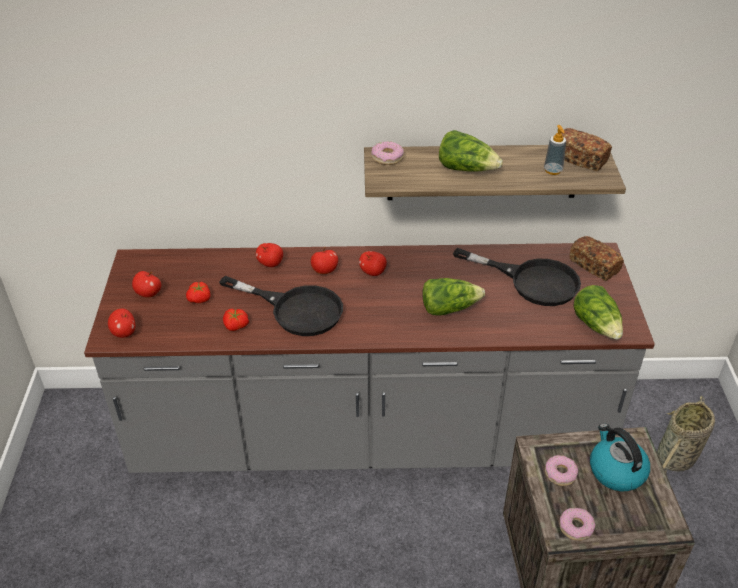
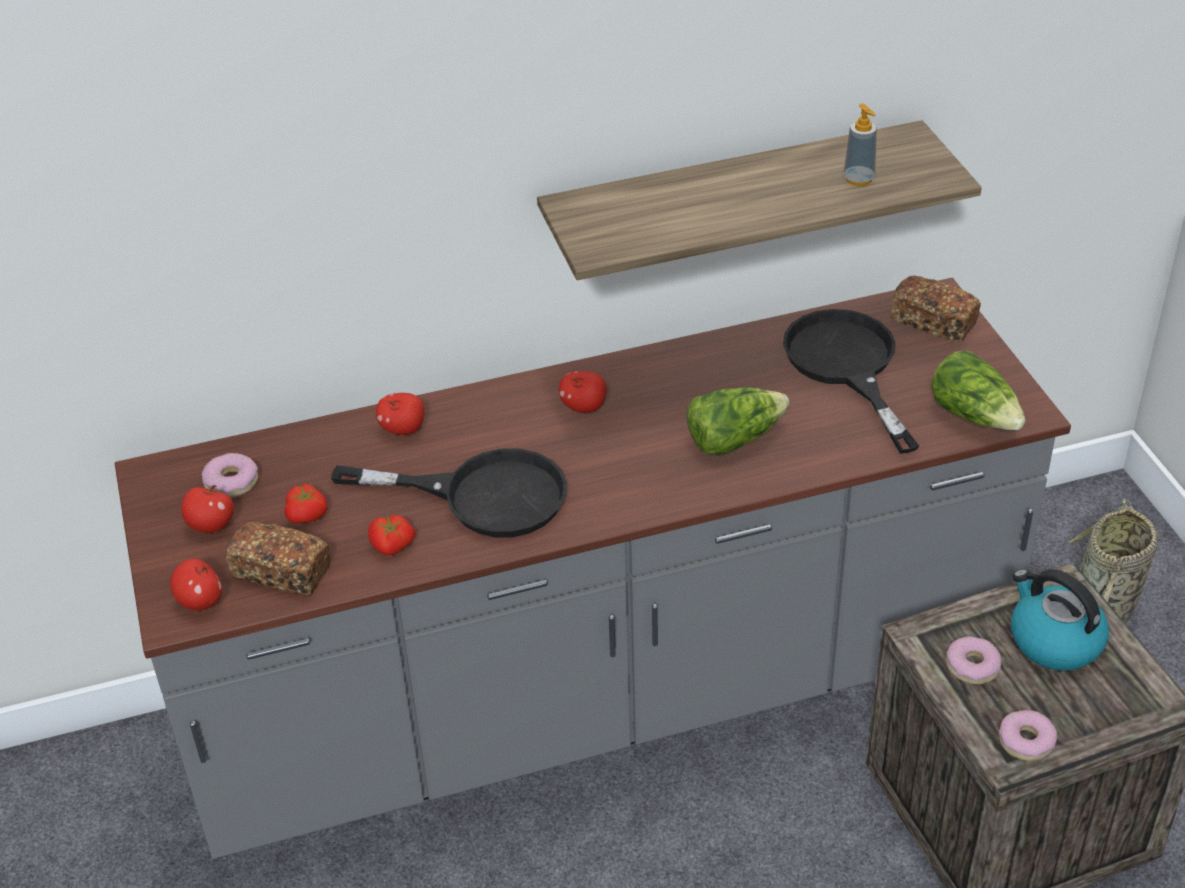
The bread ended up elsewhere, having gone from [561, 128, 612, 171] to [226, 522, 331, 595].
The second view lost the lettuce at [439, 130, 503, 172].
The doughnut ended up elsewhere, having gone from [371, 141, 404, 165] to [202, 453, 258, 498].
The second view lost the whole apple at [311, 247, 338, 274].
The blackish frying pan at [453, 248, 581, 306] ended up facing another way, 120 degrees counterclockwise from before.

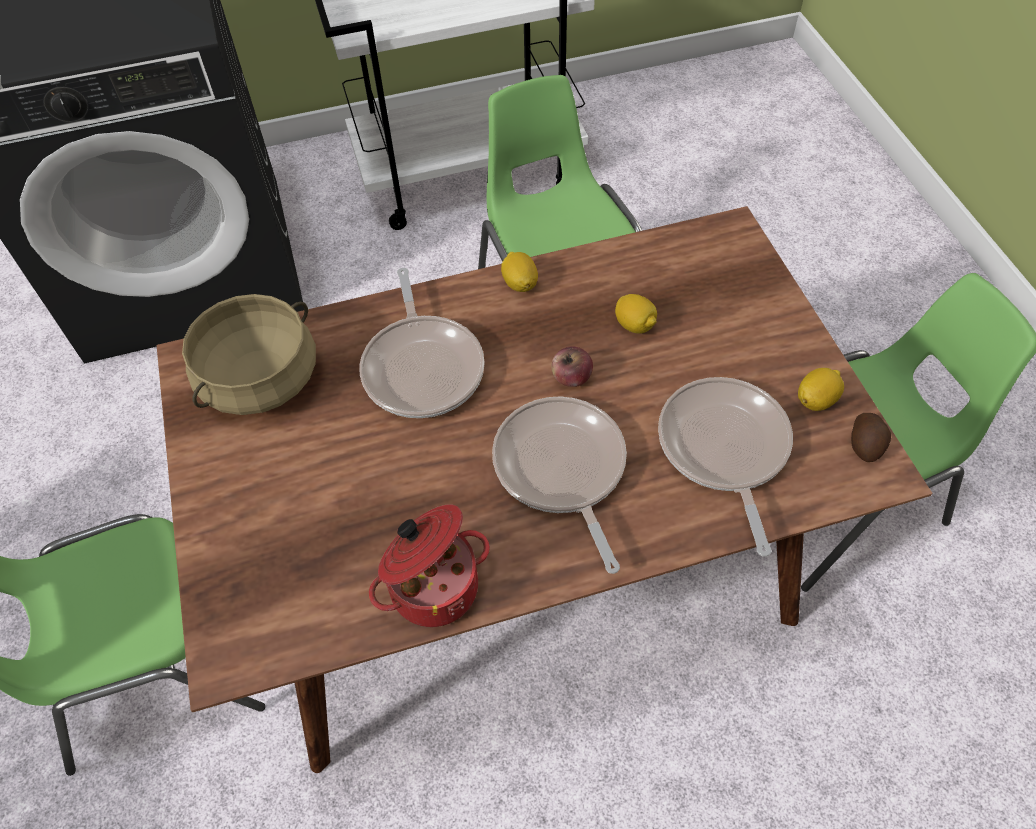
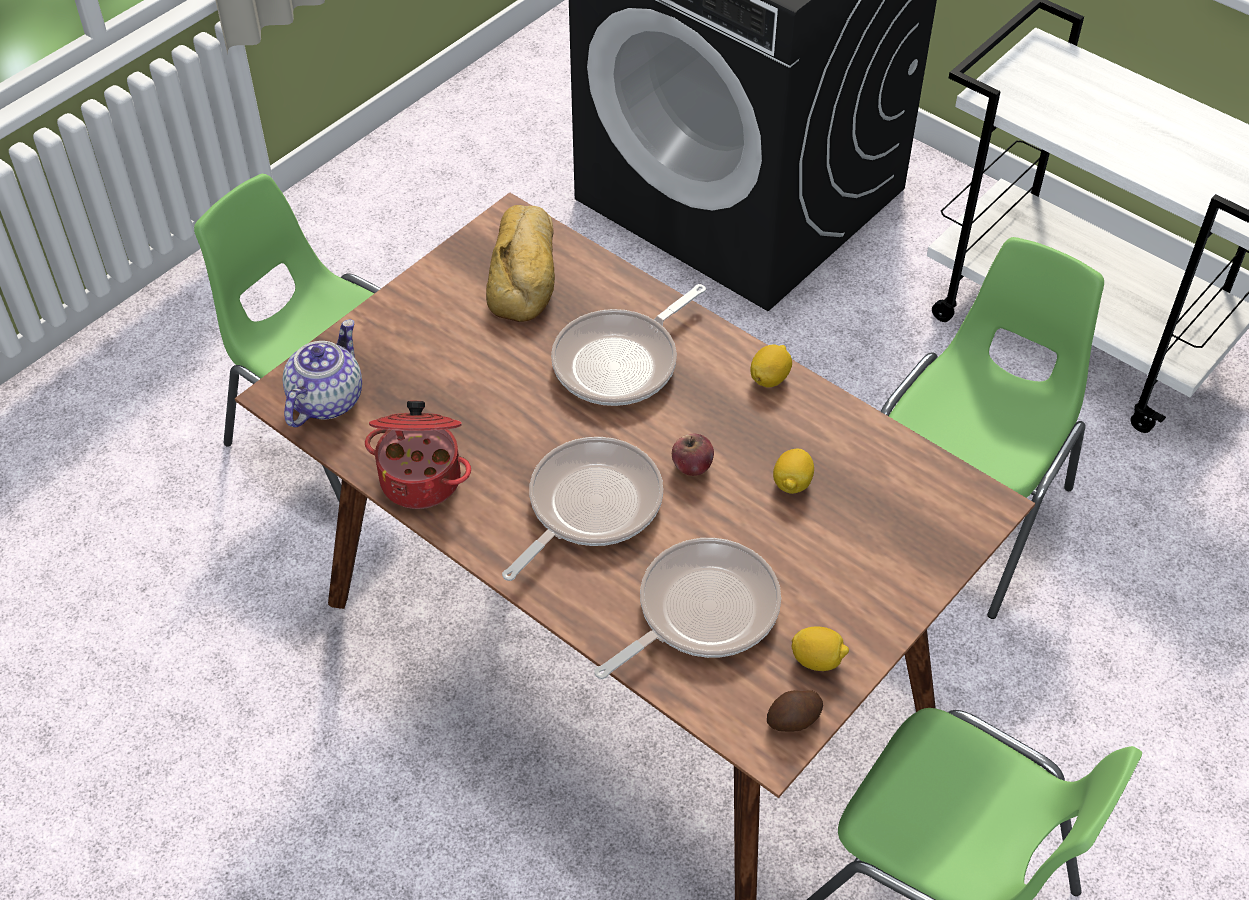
Where the sand-coloured saucepot stood at [182, 294, 316, 415], the bread came to stand at [486, 205, 555, 322].
The second view gained the tea pot at [283, 319, 362, 427].

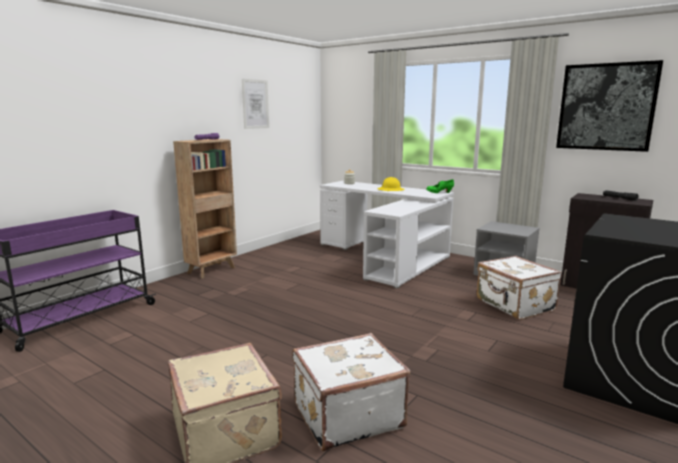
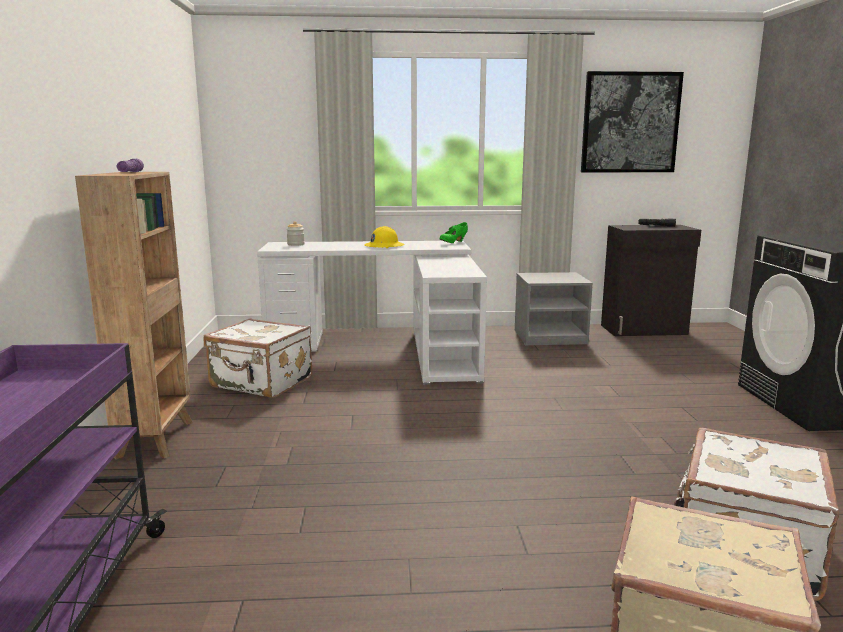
The second view lost the wall picture at [242, 79, 269, 129].
The white piece of luggage ended up elsewhere, having gone from [477, 256, 562, 320] to [204, 318, 312, 398].

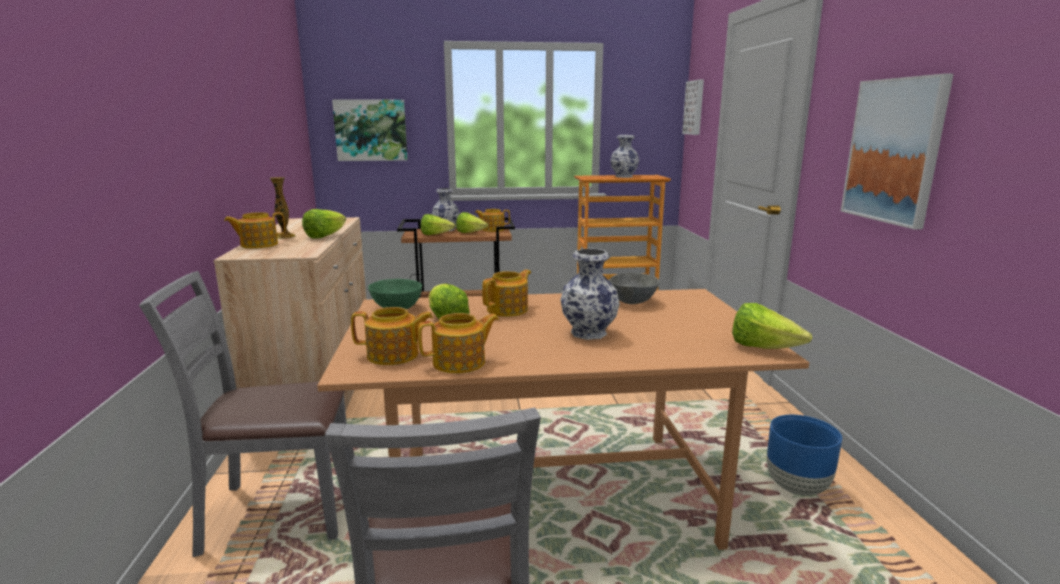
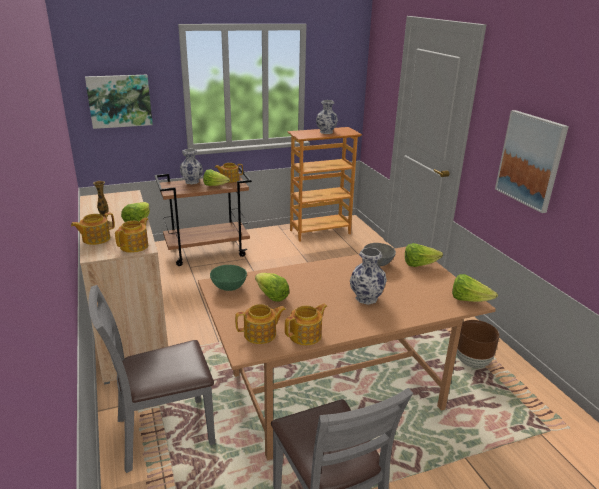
The second view lost the wall picture at [682, 80, 704, 135].
The lettuce ended up elsewhere, having gone from [421, 214, 456, 235] to [405, 243, 443, 267].
The tea pot ended up elsewhere, having gone from [482, 270, 531, 317] to [115, 218, 149, 253].
What was the blue flower pot at [767, 415, 842, 496] turned into the brown-coloured flower pot at [456, 320, 500, 368].

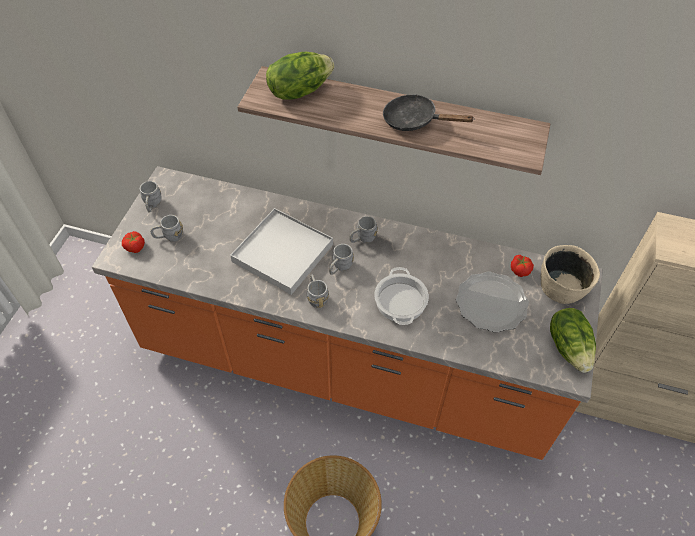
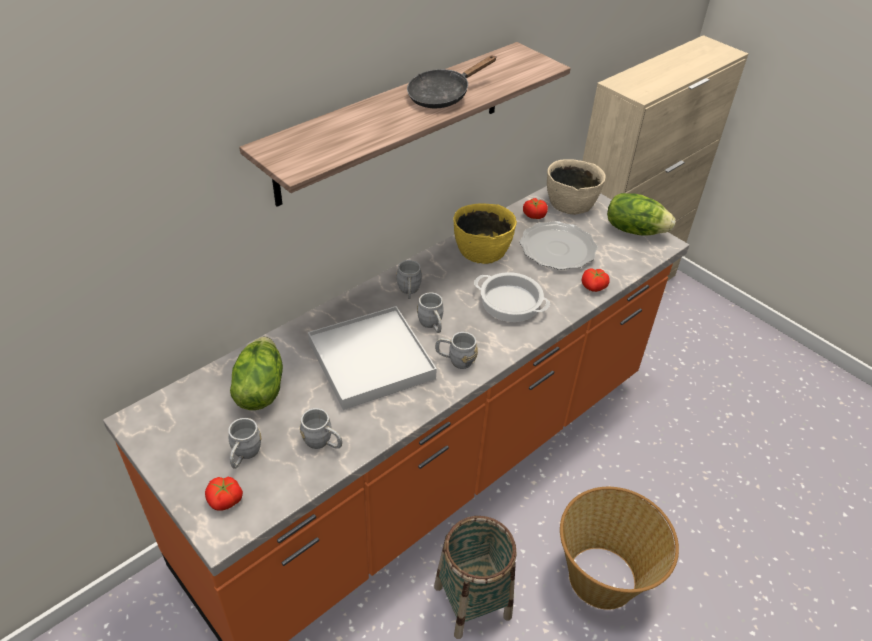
The lettuce ended up elsewhere, having gone from [266, 52, 334, 100] to [230, 337, 283, 410].
The greyish coffee mug ended up elsewhere, having gone from [140, 181, 161, 213] to [300, 408, 342, 449].
The second view gained the yellow deep dish at [453, 204, 517, 264].
The second view gained the tomato at [582, 268, 610, 292].
The second view gained the basket at [434, 516, 517, 639].

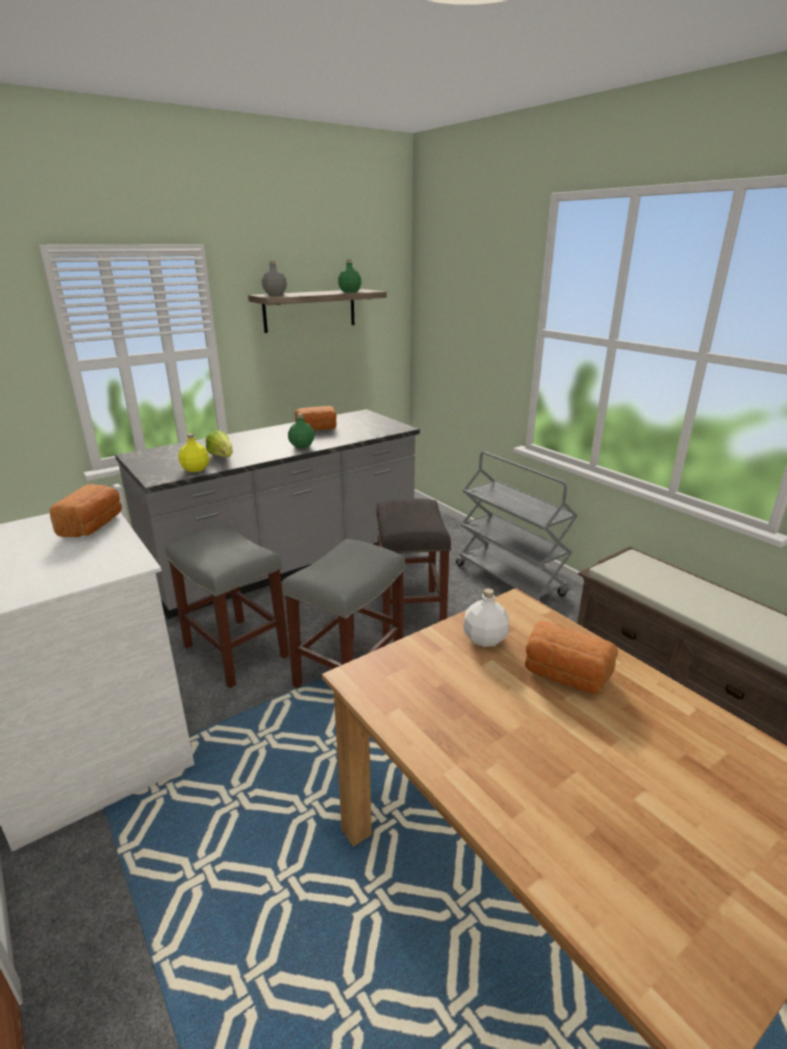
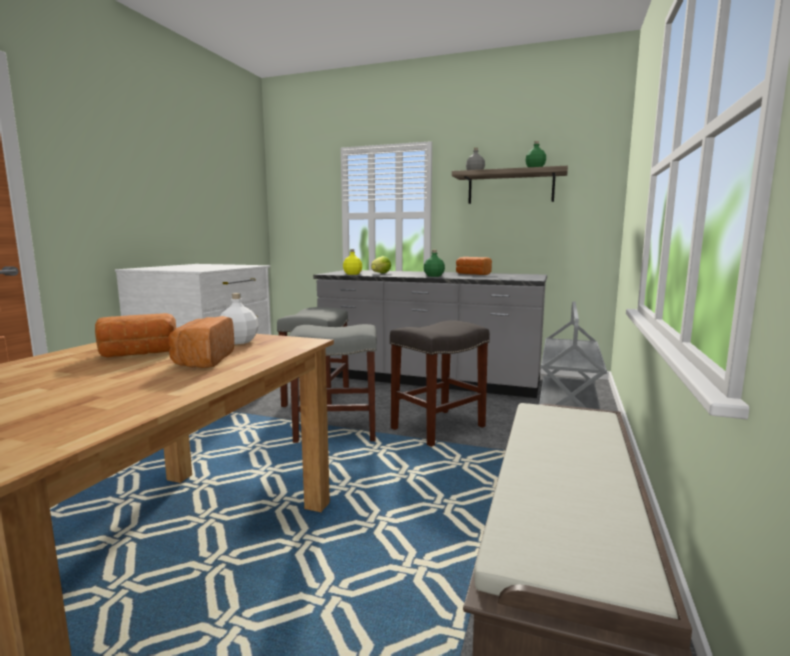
The bread ended up elsewhere, having gone from [50, 484, 122, 537] to [95, 313, 176, 358].

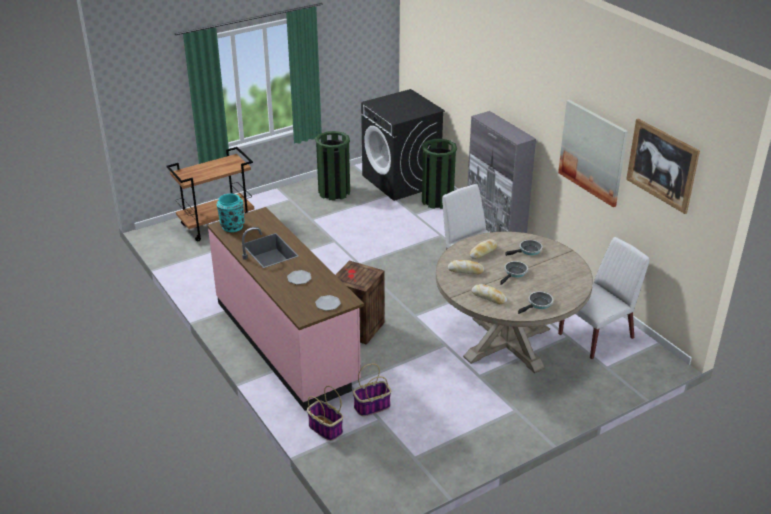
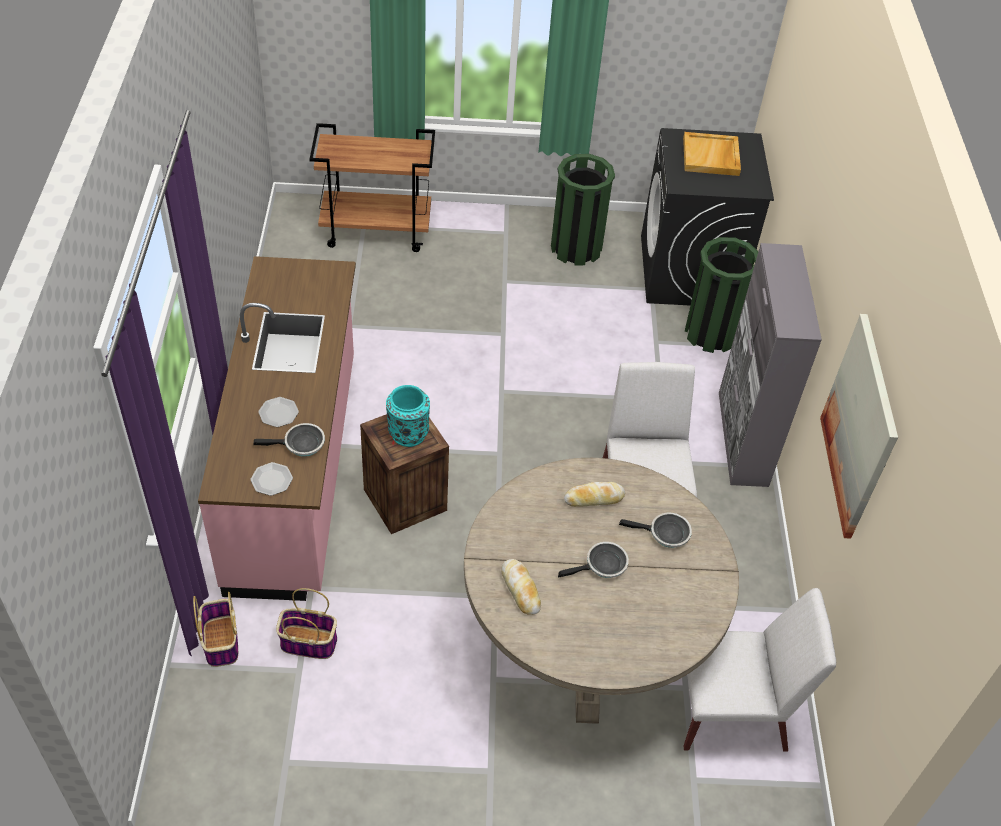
The second view lost the wall picture at [626, 119, 700, 214].
The turquoise-coloured flower vase ended up elsewhere, having gone from [216, 194, 245, 232] to [386, 385, 430, 447].
The second view lost the bread at [448, 260, 484, 274].
The frying pan ended up elsewhere, having gone from [518, 291, 553, 314] to [253, 423, 325, 457].
The second view gained the sand-coloured serving tray at [683, 132, 741, 176].

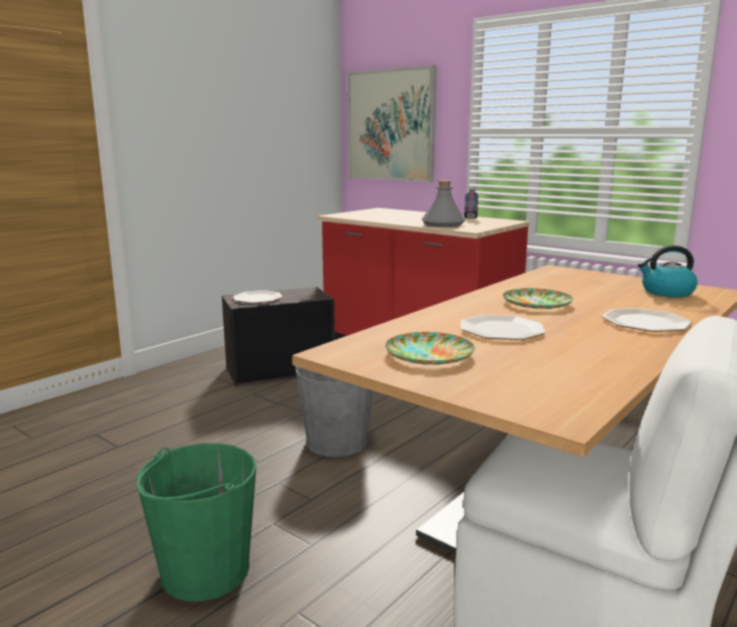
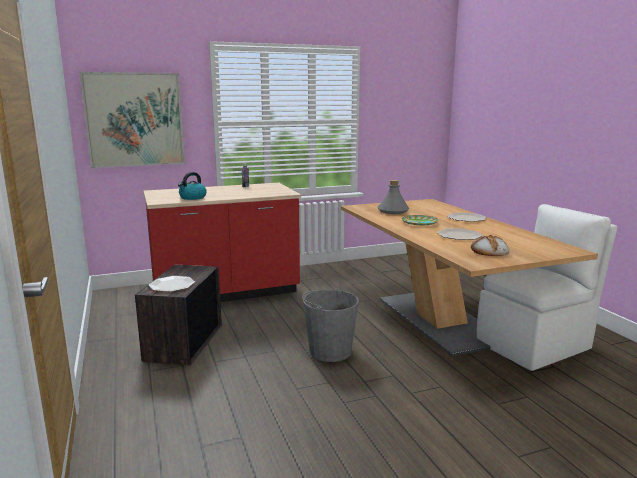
The greyish drink bottle ended up elsewhere, having gone from [422, 181, 466, 227] to [377, 180, 409, 214].
The kettle ended up elsewhere, having gone from [638, 245, 698, 297] to [178, 172, 207, 200].
Where the dinner plate stood at [385, 332, 475, 365], the bread came to stand at [471, 235, 509, 256].
The second view lost the green water bucket at [136, 443, 256, 601].

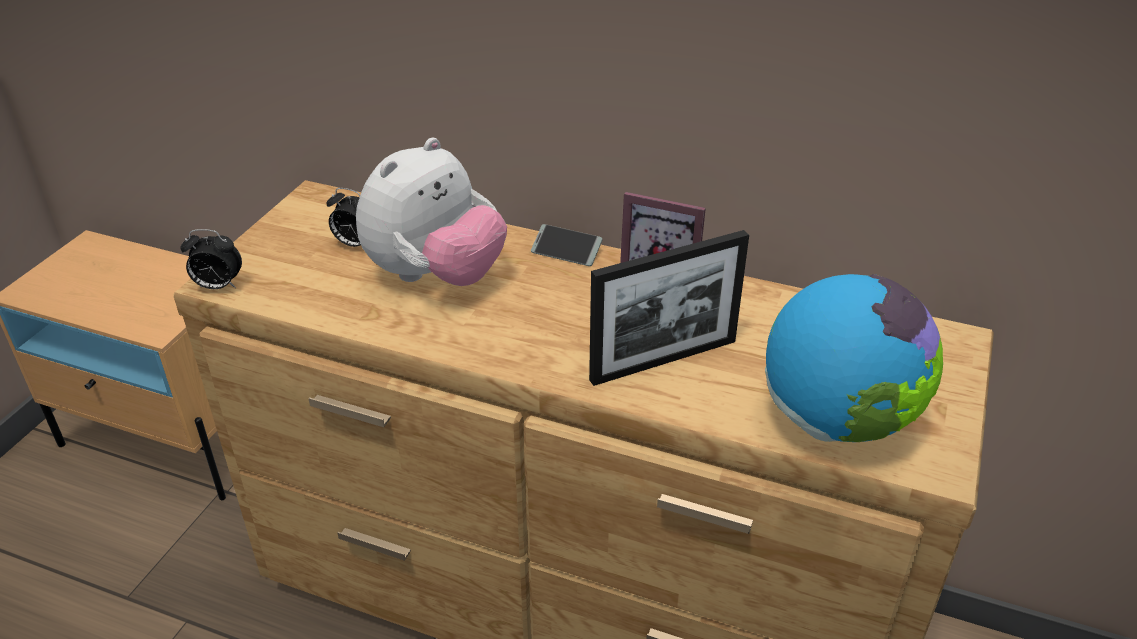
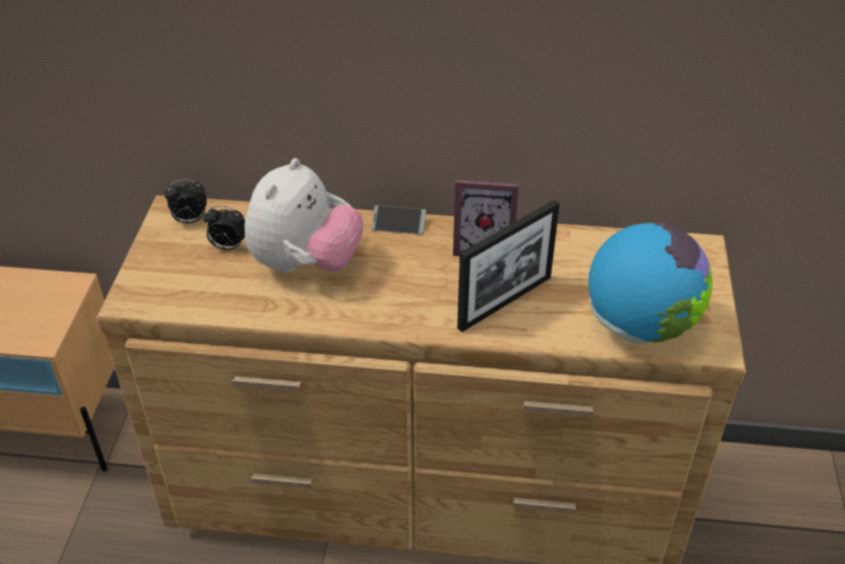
The bedside clock ended up elsewhere, having gone from [180, 229, 242, 289] to [164, 179, 207, 224].

